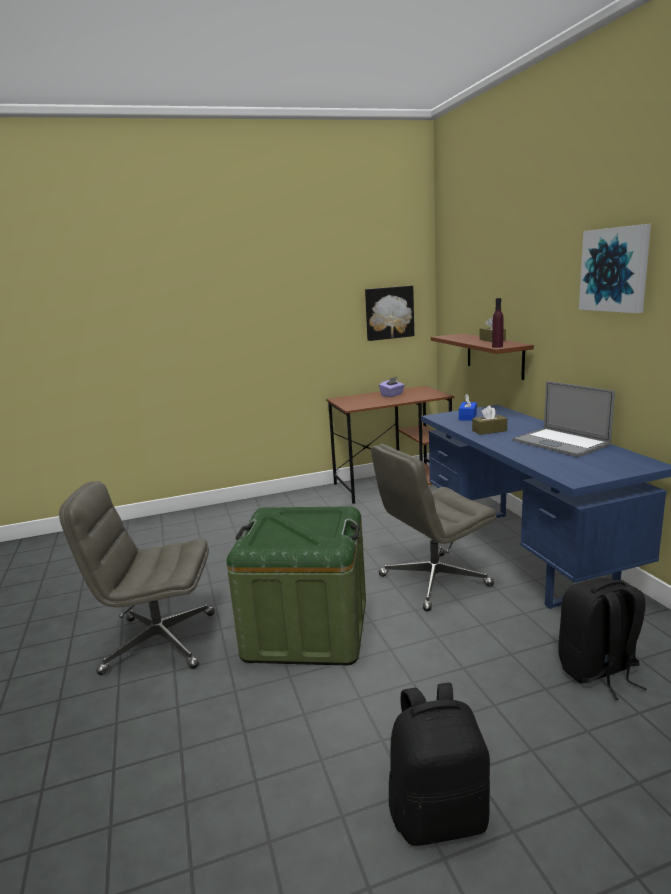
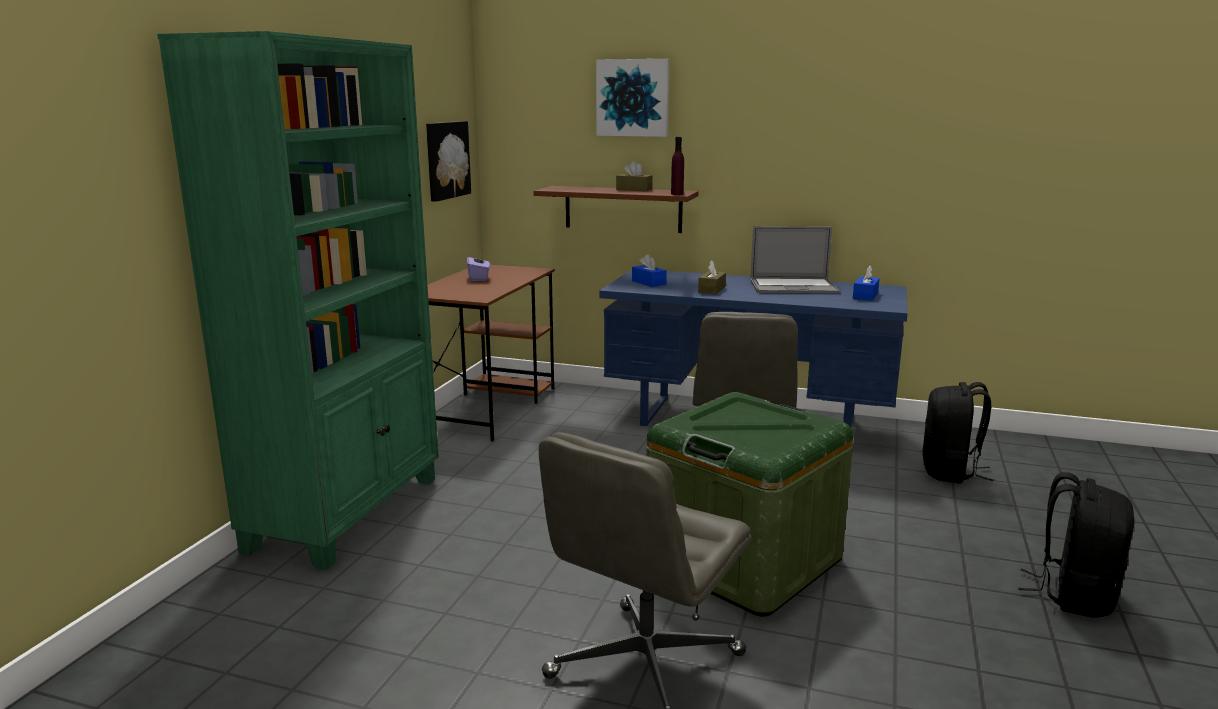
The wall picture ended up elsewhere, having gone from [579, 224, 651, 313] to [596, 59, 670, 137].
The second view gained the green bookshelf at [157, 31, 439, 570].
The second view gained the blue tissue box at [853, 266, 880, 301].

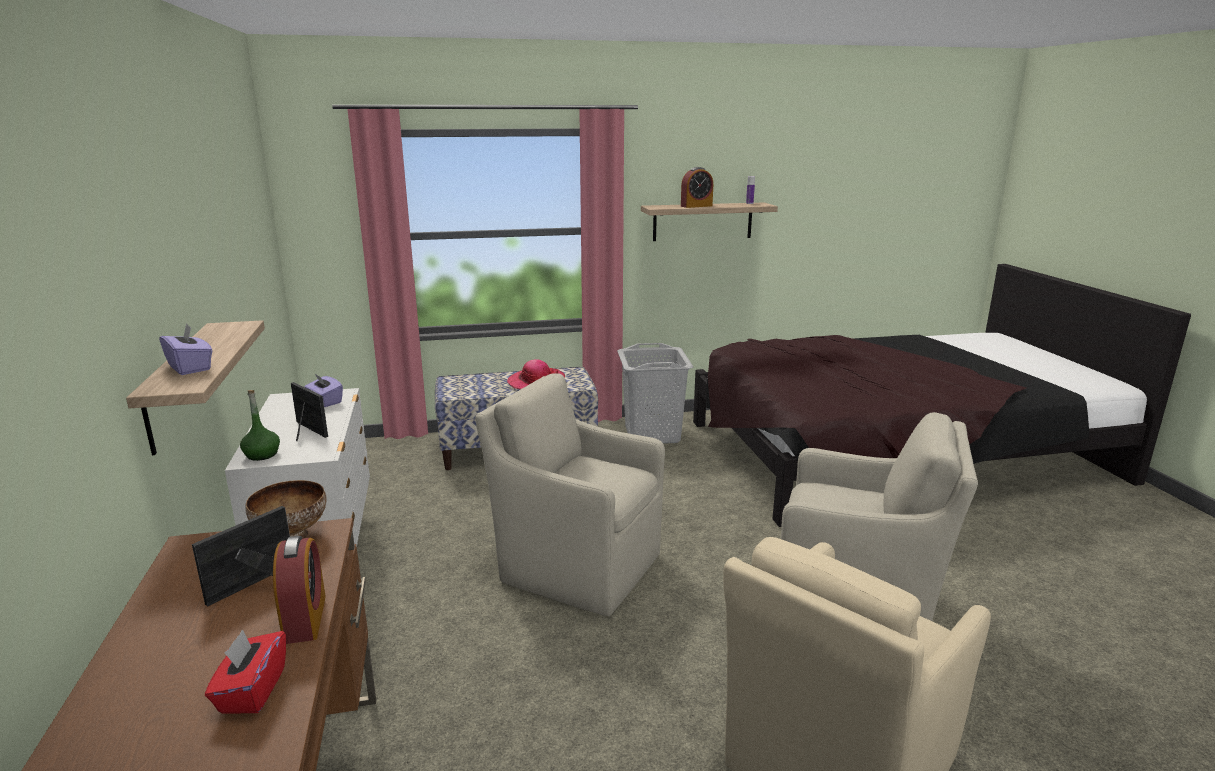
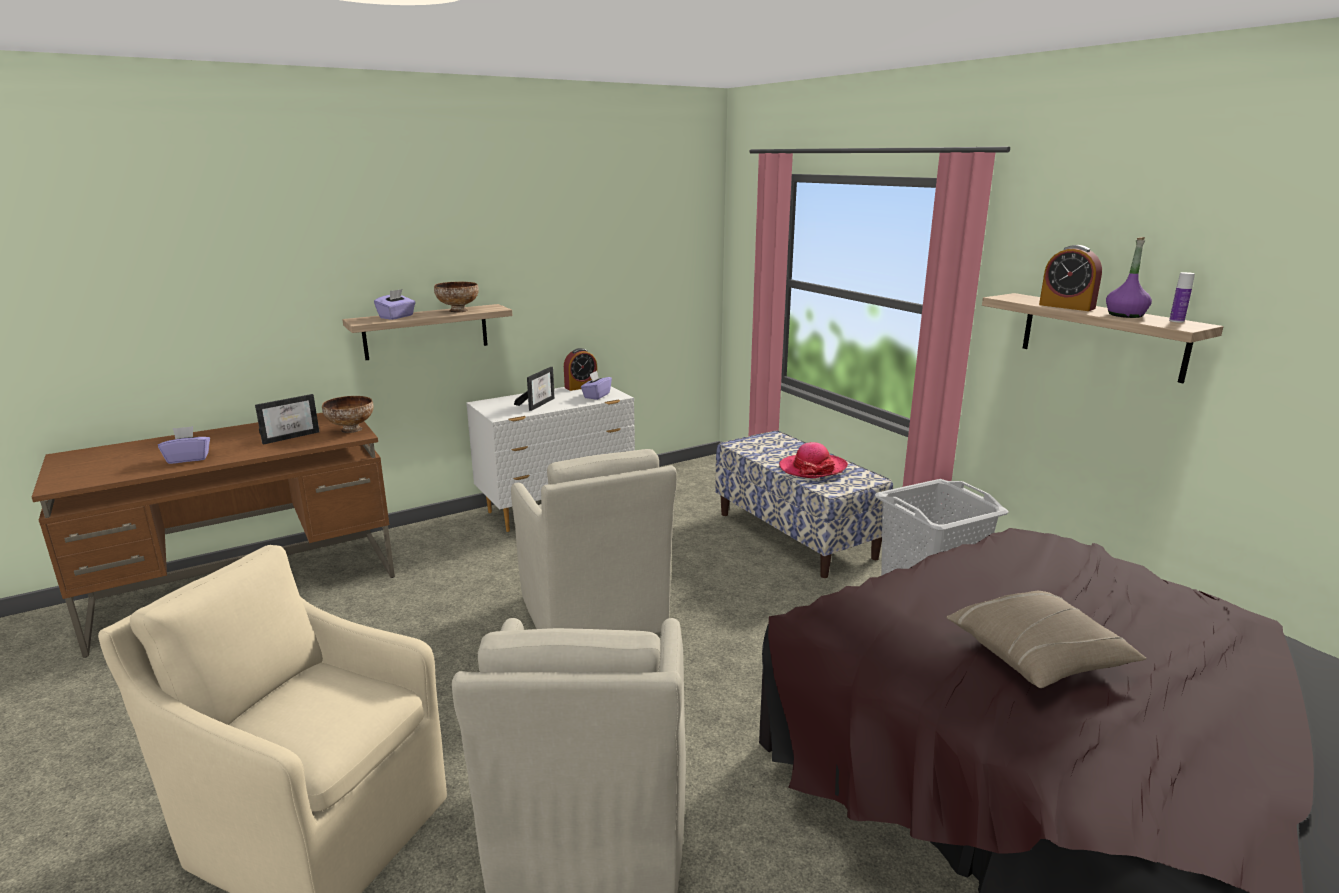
The sand-coloured armchair at [475, 373, 665, 616] ended up facing another way, 150 degrees clockwise from before.
The second view lost the green drink bottle at [240, 390, 280, 461].
The photo frame at [192, 506, 290, 606] ended up facing another way, 120 degrees clockwise from before.
The bedside clock ended up elsewhere, having gone from [273, 536, 326, 644] to [564, 348, 597, 391].
What was the red-coloured tissue box at [205, 629, 286, 714] turned into the purplish tissue box at [158, 426, 210, 464].
The second view gained the purplish drink bottle at [1106, 237, 1152, 318].
The second view gained the deep dish at [434, 282, 479, 313].
The second view gained the sand-coloured cushion at [946, 591, 1146, 688].

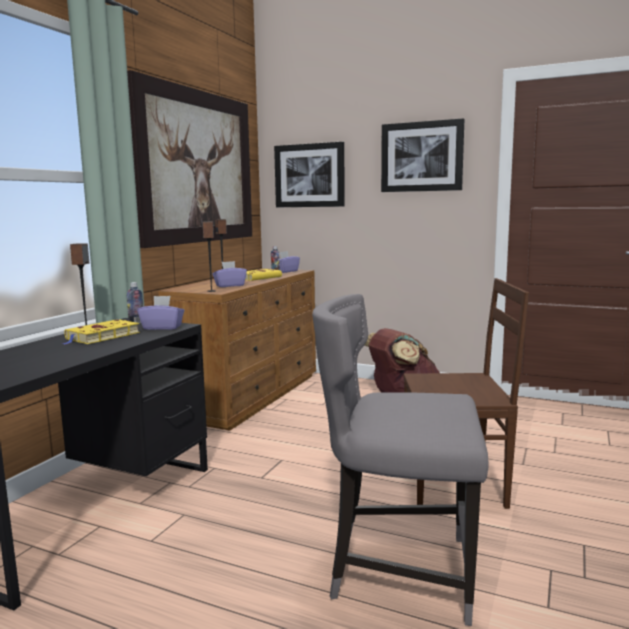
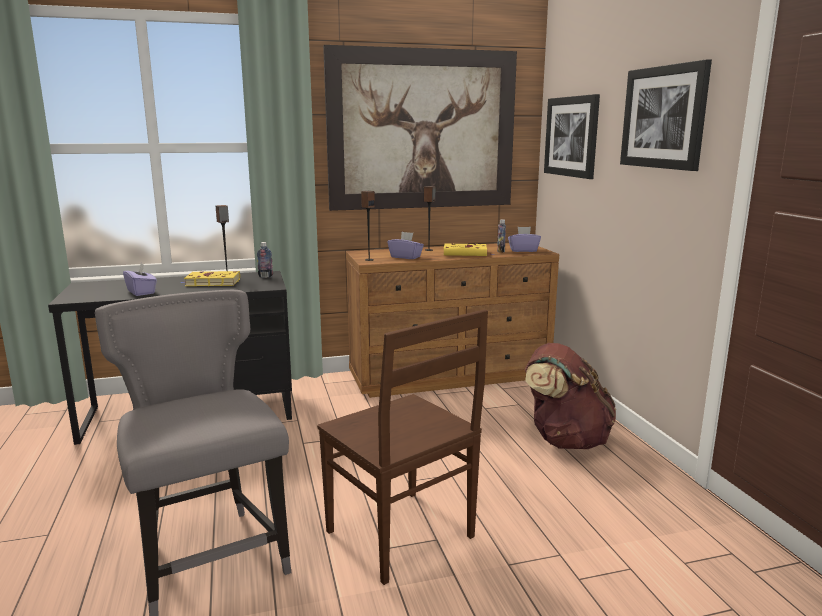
The purplish tissue box ended up elsewhere, having gone from [137, 296, 184, 330] to [123, 263, 157, 296].

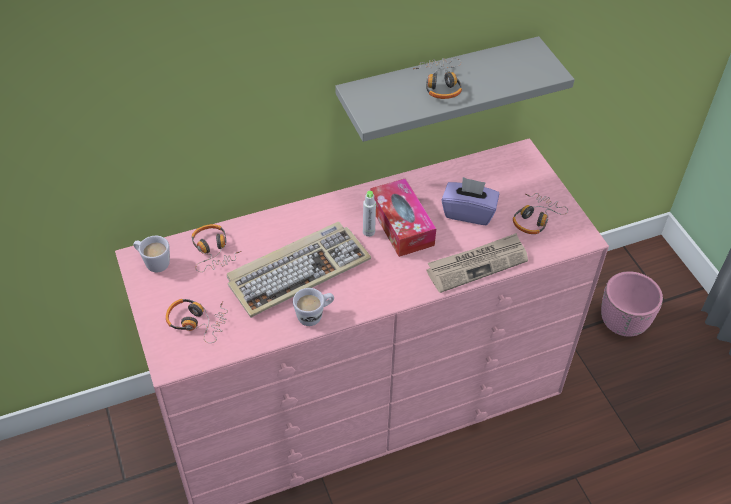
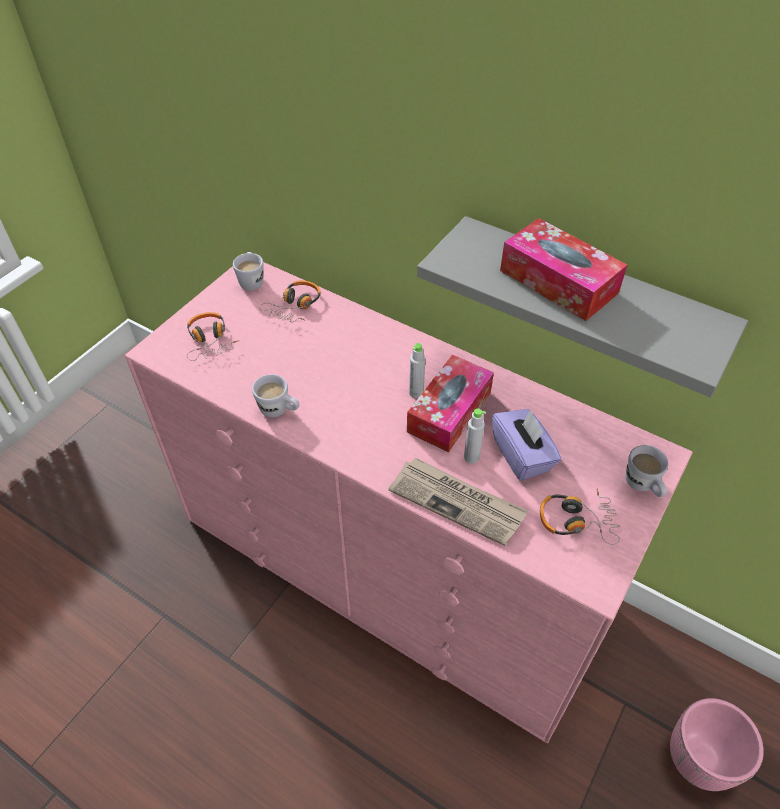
Where the pair of headphones stood at [413, 58, 462, 99], the tissue box came to stand at [500, 218, 627, 321].
The second view lost the keyboard at [227, 222, 371, 318].
The second view gained the greyish drink bottle at [464, 408, 486, 464].
The second view gained the white coffee mug at [626, 445, 668, 497].

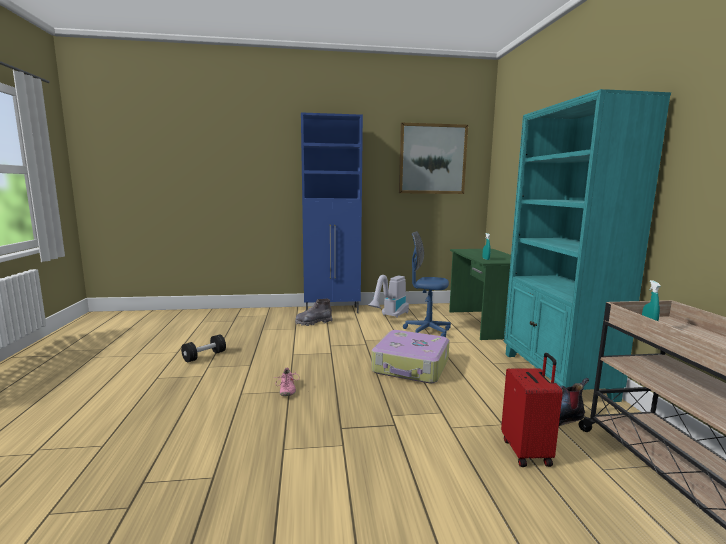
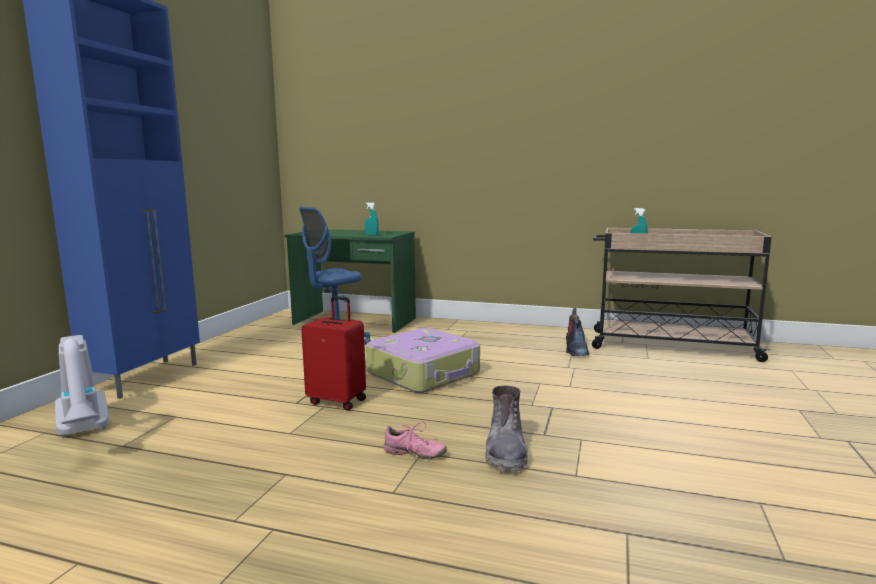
The second view lost the turquoise-coloured bookshelf at [504, 89, 671, 402].
The second view lost the wall picture at [399, 123, 468, 194].
The hoover ended up elsewhere, having gone from [368, 275, 409, 318] to [55, 335, 109, 438].
The greyish tall boot ended up elsewhere, having gone from [295, 299, 332, 326] to [485, 386, 528, 472].
The second view lost the blackish hand weight at [181, 334, 226, 363].
The red-coloured piece of luggage ended up elsewhere, having gone from [501, 353, 563, 467] to [301, 296, 366, 411].

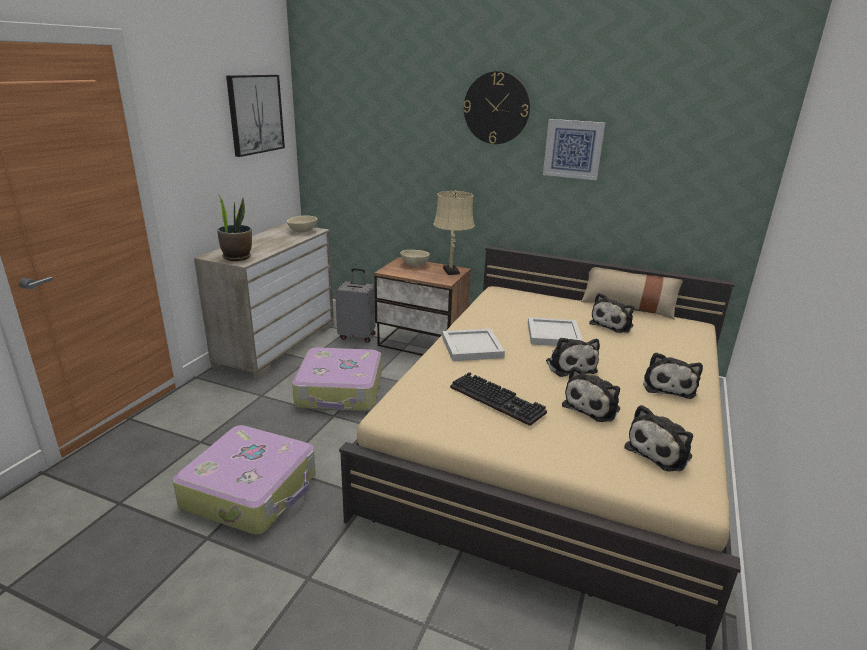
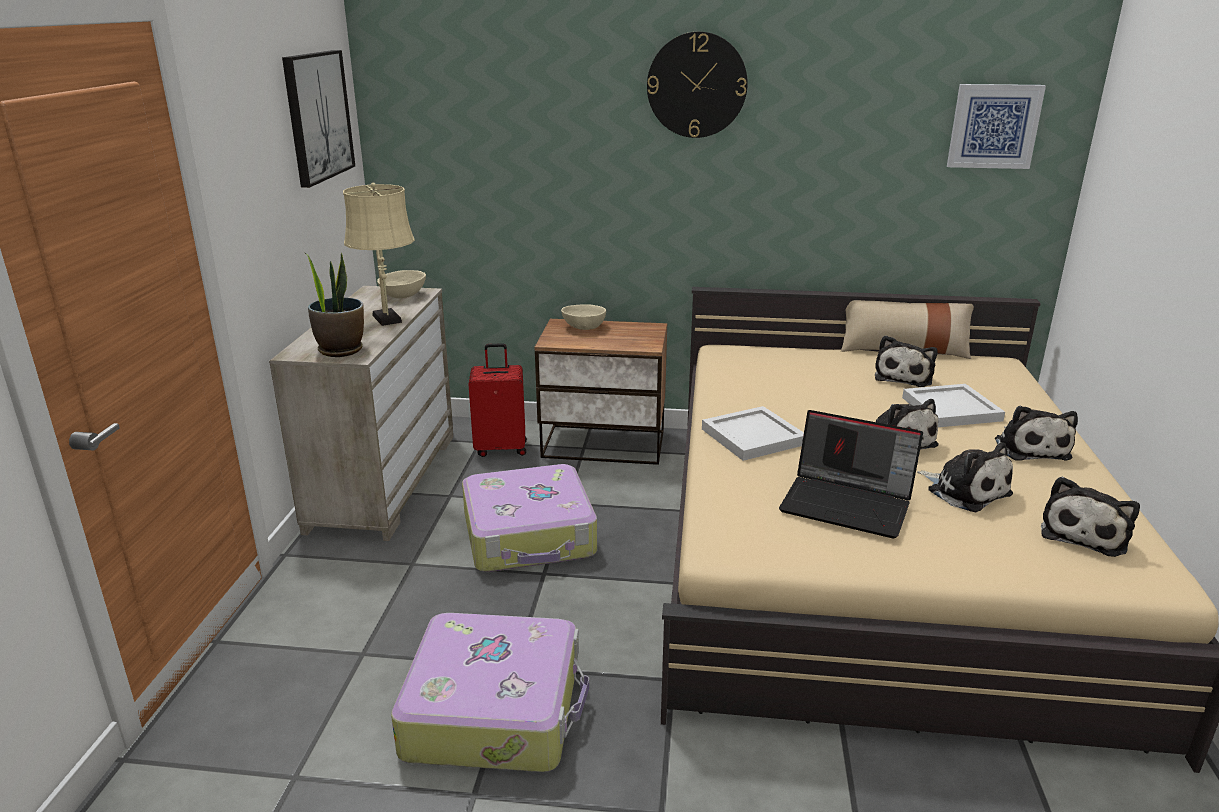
The wall picture ended up elsewhere, having gone from [543, 119, 605, 180] to [947, 84, 1046, 169].
The sand-coloured tabletop lamp ended up elsewhere, having gone from [434, 190, 475, 275] to [343, 182, 415, 326].
What was the greyish piece of luggage at [335, 268, 376, 343] turned into the red-coloured piece of luggage at [468, 343, 527, 457].
The white serving tray ended up elsewhere, having gone from [528, 317, 583, 346] to [902, 384, 1005, 427].
The plush toy at [562, 366, 620, 422] ended up facing another way, 60 degrees counterclockwise from before.
Where the keyboard stood at [450, 372, 547, 426], the laptop came to stand at [779, 410, 923, 539].

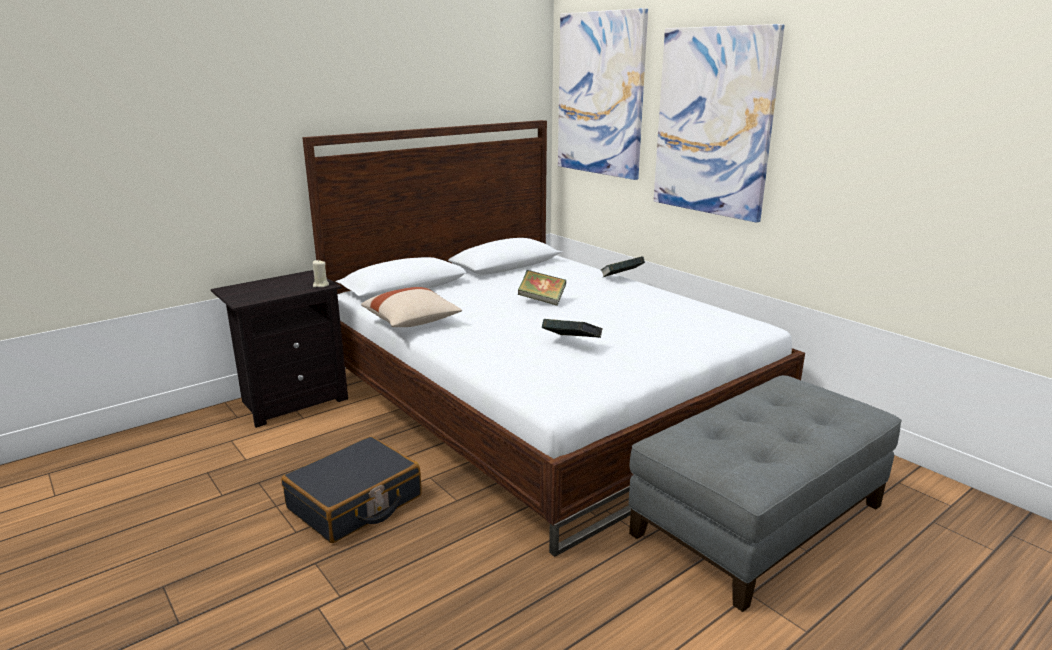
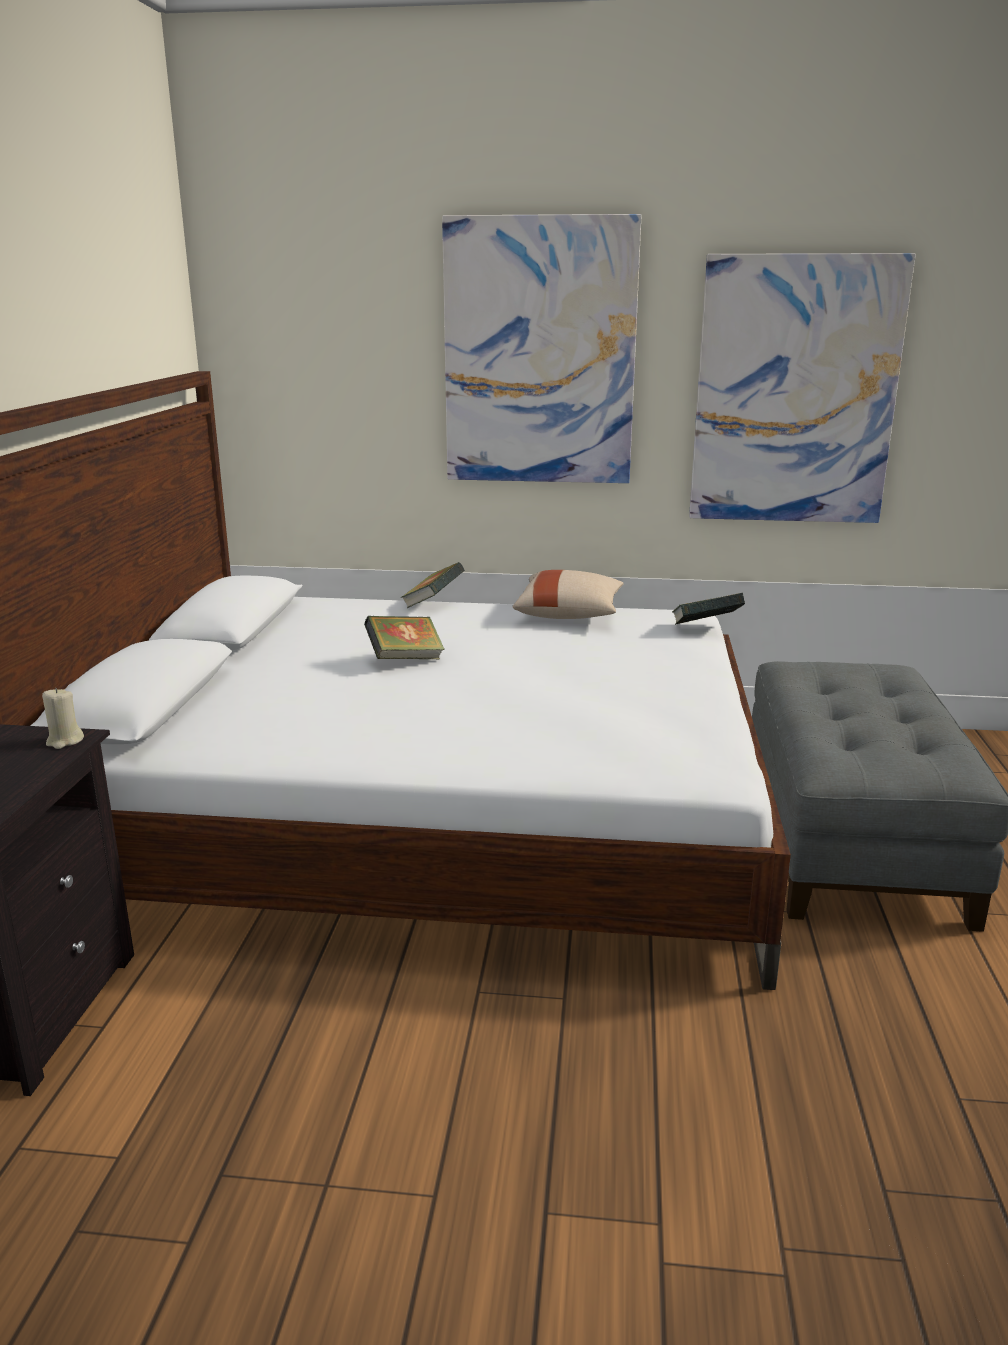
The wall picture ended up elsewhere, having gone from [558, 8, 648, 180] to [689, 253, 916, 523].
The sand-coloured cushion ended up elsewhere, having gone from [361, 287, 462, 327] to [513, 570, 624, 619].
The book ended up elsewhere, having gone from [542, 319, 603, 338] to [672, 593, 745, 625].
The second view lost the blackish piece of luggage at [281, 436, 422, 543].

